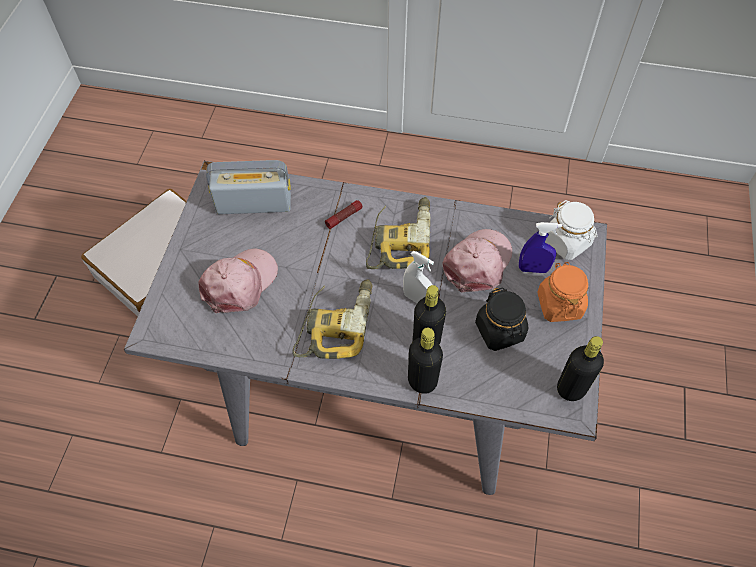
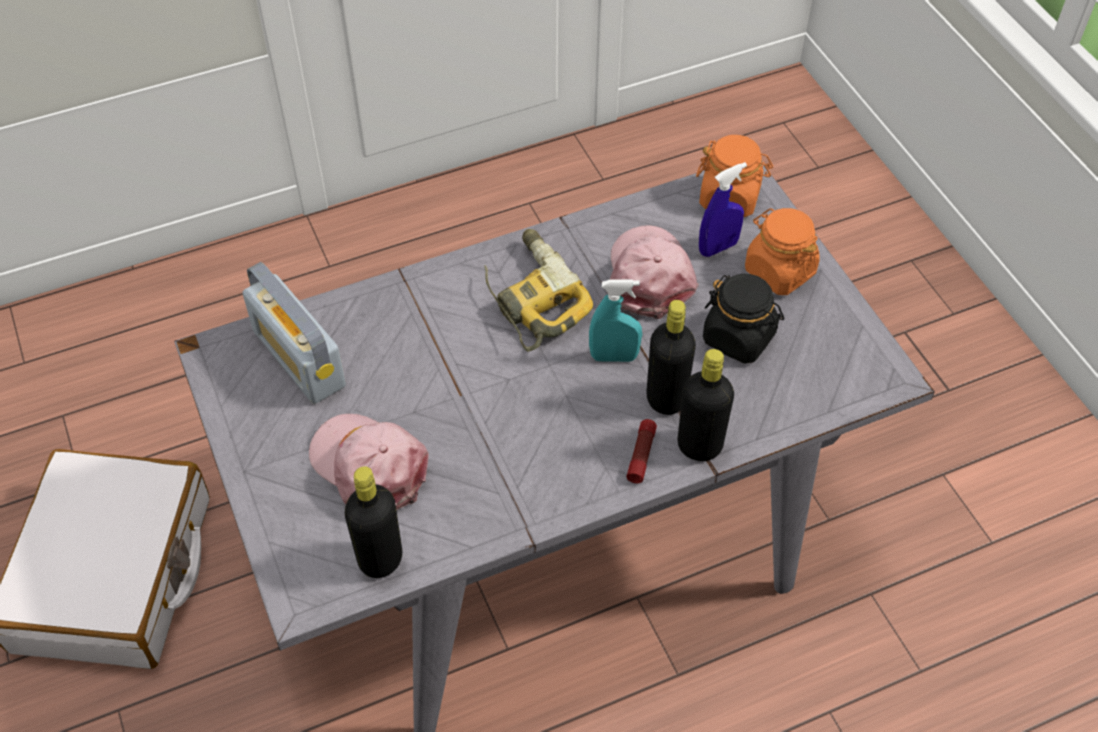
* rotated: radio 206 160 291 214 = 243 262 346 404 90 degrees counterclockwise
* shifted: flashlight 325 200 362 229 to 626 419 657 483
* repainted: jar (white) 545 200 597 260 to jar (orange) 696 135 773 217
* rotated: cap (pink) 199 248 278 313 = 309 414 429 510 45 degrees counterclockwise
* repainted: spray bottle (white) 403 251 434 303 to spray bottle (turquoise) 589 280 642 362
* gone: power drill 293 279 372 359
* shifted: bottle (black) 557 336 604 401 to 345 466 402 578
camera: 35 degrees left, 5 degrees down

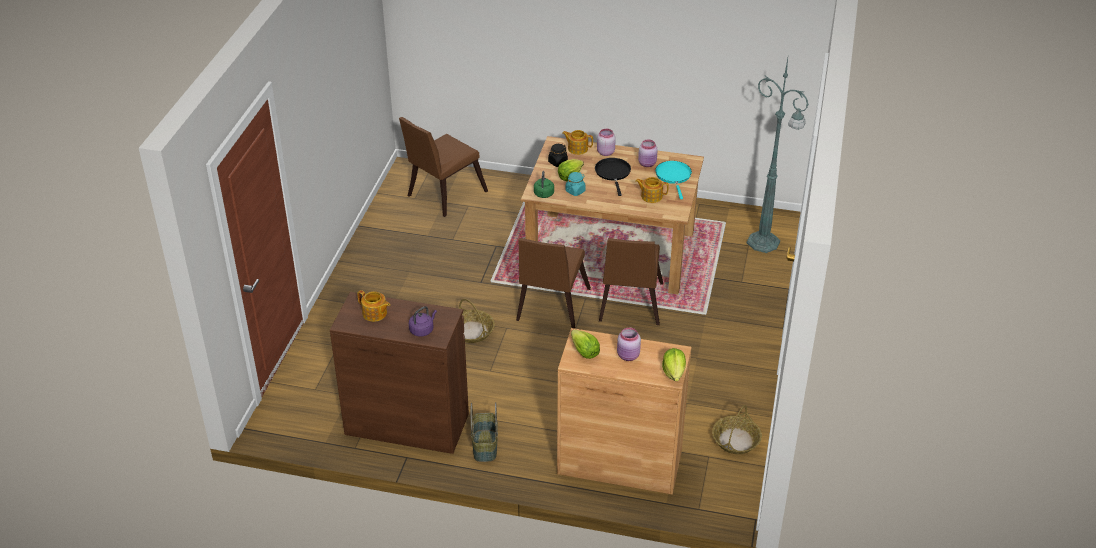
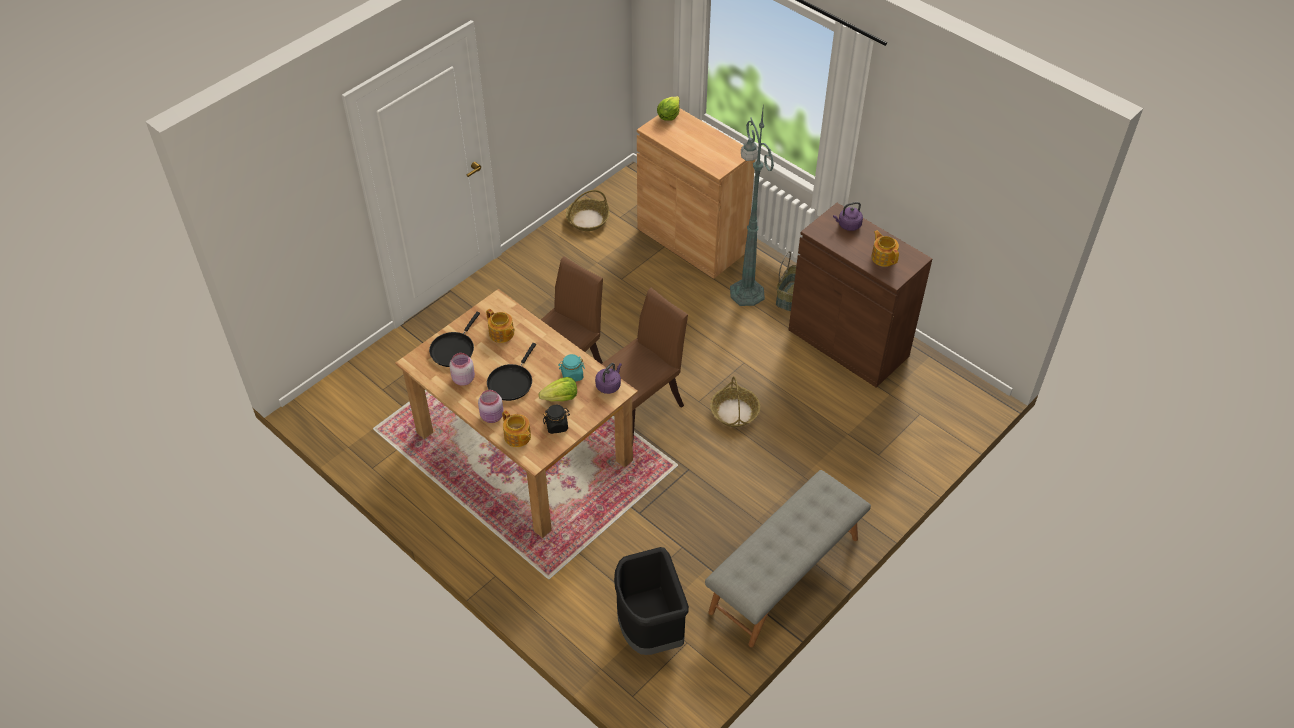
* shifted: floor lamp (green) 747 58 809 253 to 730 103 774 306
* swapped: chair (brown) 399 117 488 217 to trash can (black) 614 547 689 655
* repainted: frying pan (turquoise) 655 161 692 199 to frying pan (black) 429 312 480 367
* repainted: kettle (green) 534 171 554 198 to kettle (purple) 595 363 622 394
* gone: jar (pink) 617 327 641 361
* gone: lettuce 571 330 600 359
* new: bench (grey) 705 470 871 647
camera: 150 degrees left, 10 degrees up

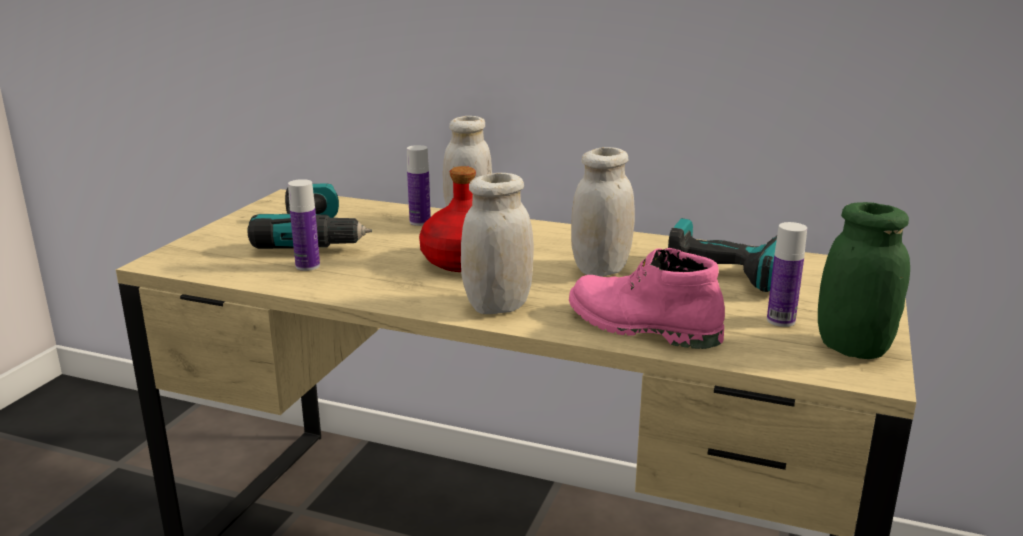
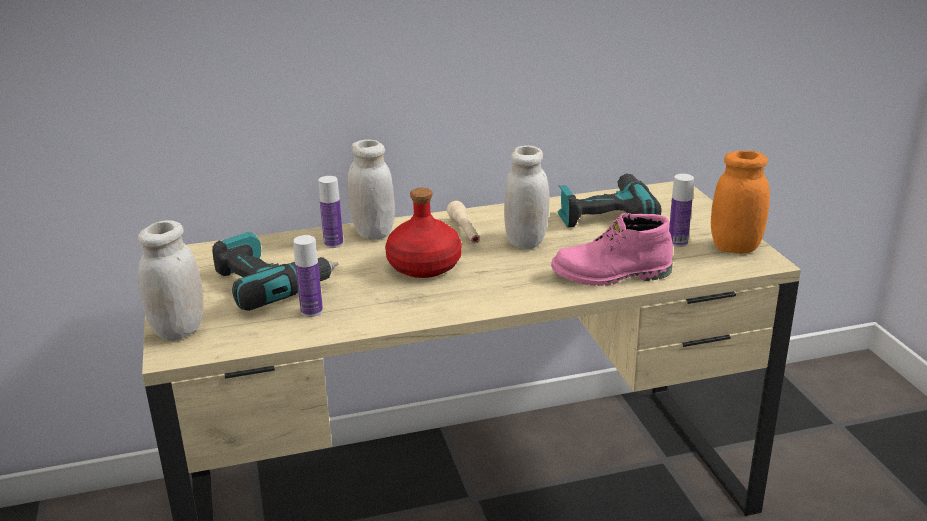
* shifted: jar (white) 461 173 534 314 to 138 220 204 341
* repainted: jar (green) 818 202 910 359 to jar (orange) 711 151 770 254
* new: flashlight (beige) 447 201 480 244
camera: 35 degrees left, 5 degrees up

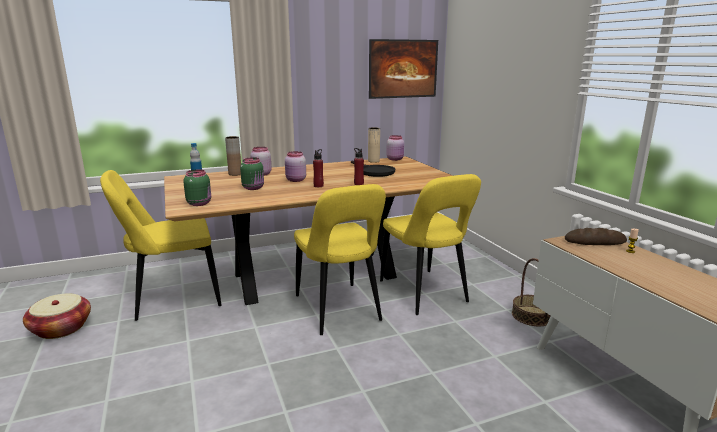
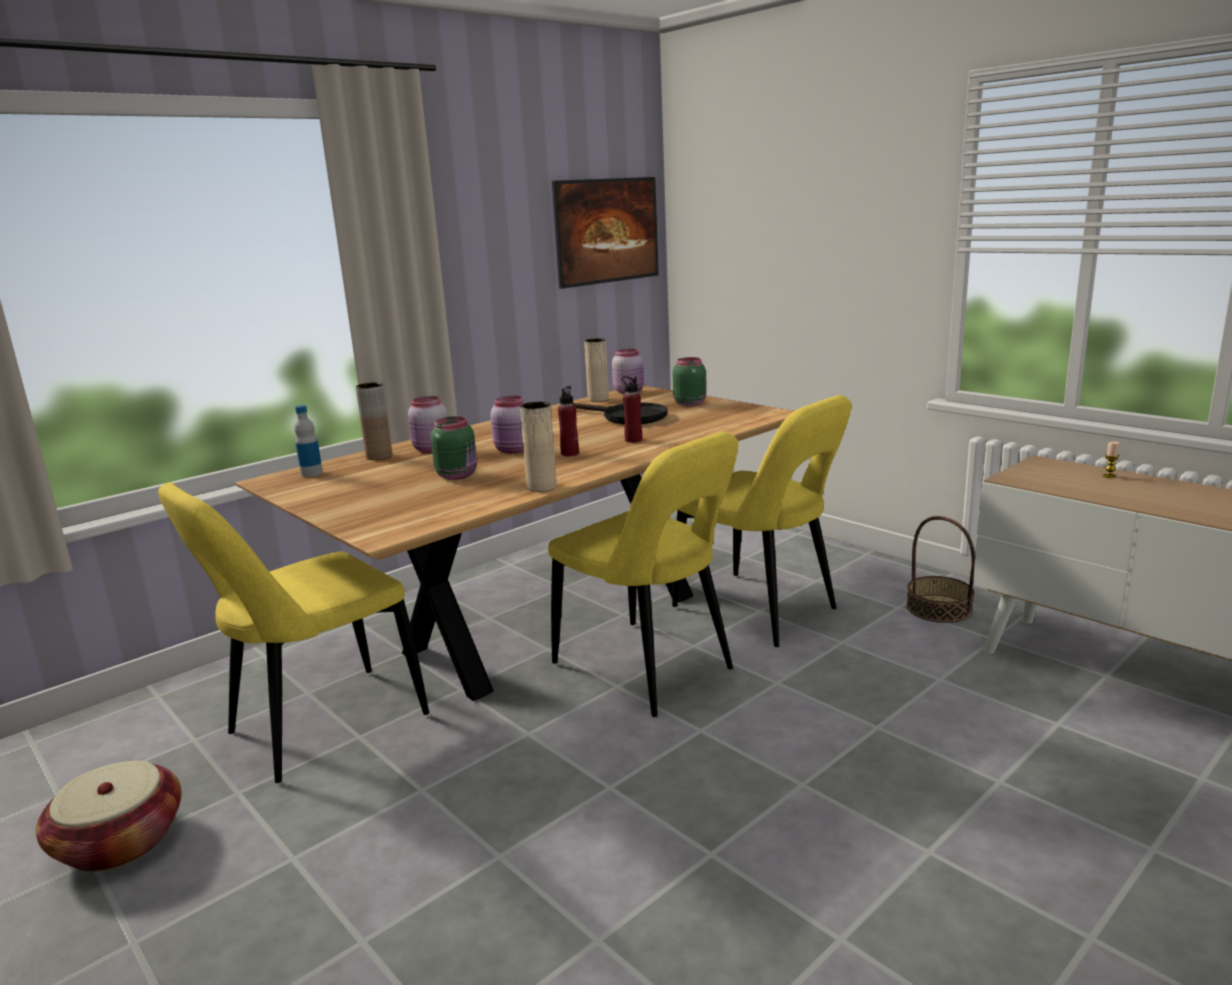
* shifted: jar (green) 183 169 211 206 to 672 357 707 406
* gone: bread 565 228 627 245
* new: vase (beige) 520 402 557 492
camera: 20 degrees left, 0 degrees up

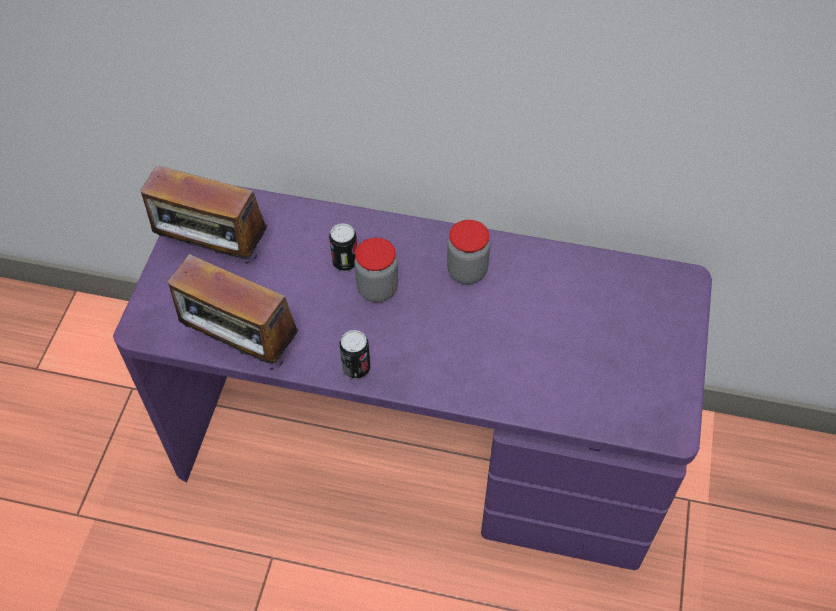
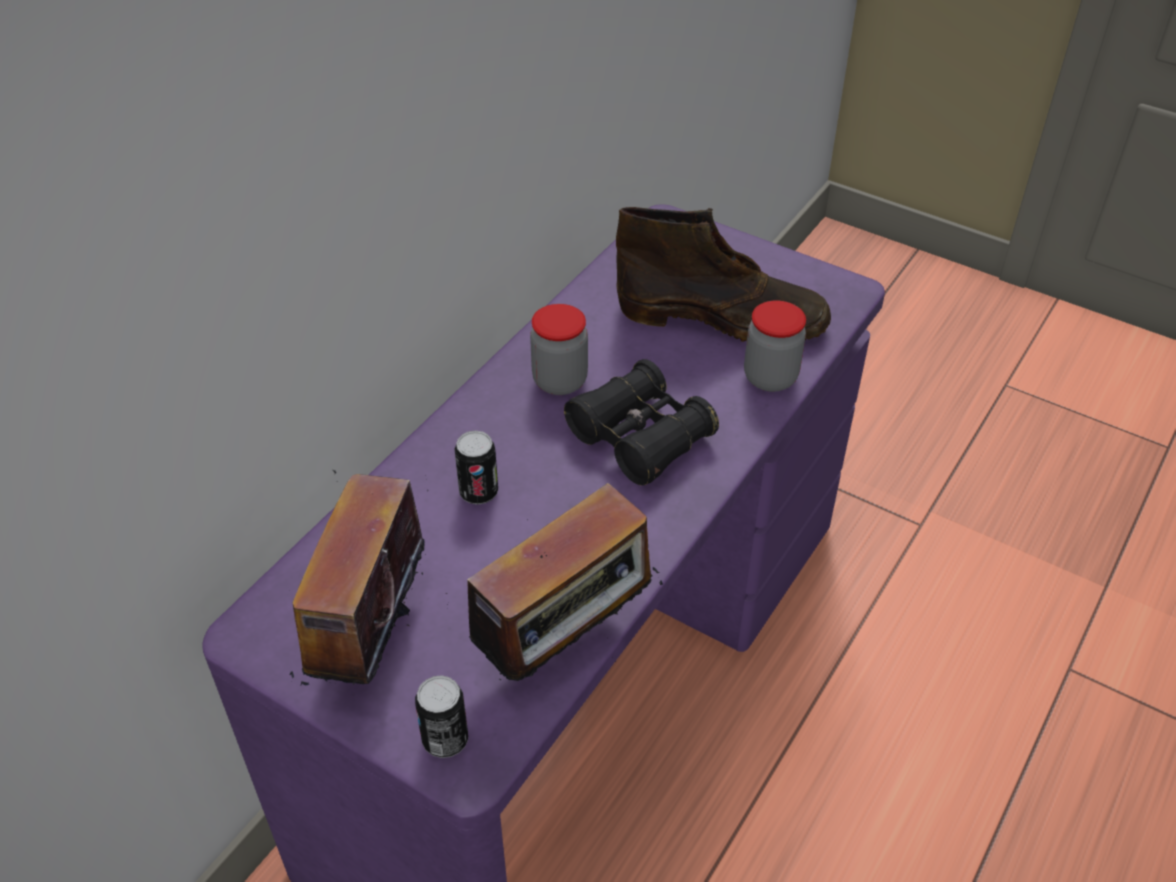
* rotated: radio 141 164 267 264 = 289 470 430 685 150 degrees clockwise
* shifted: jar 354 238 398 302 to 744 301 806 392
* shifted: can 340 330 370 379 to 415 675 468 758
* new: boot (brown) 616 207 831 342
* new: binoculars (black) 564 359 719 485
camera: 70 degrees left, 10 degrees down

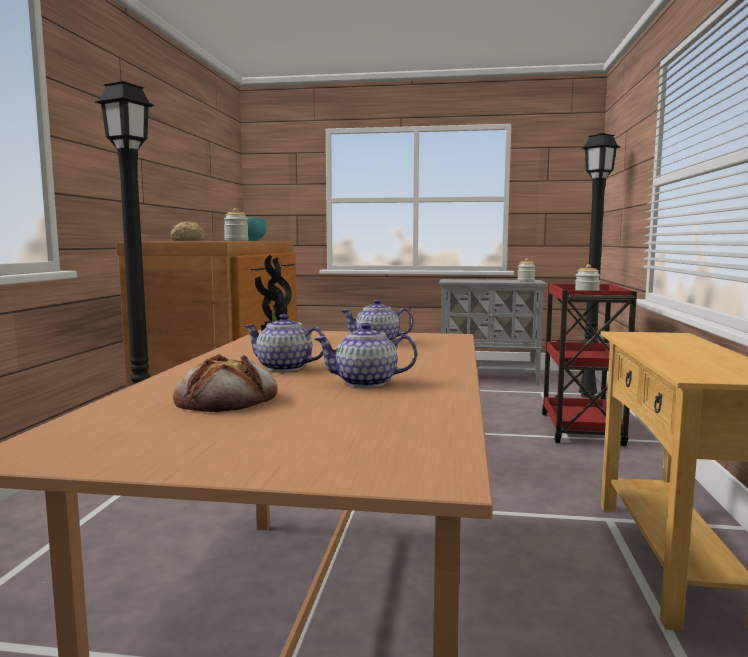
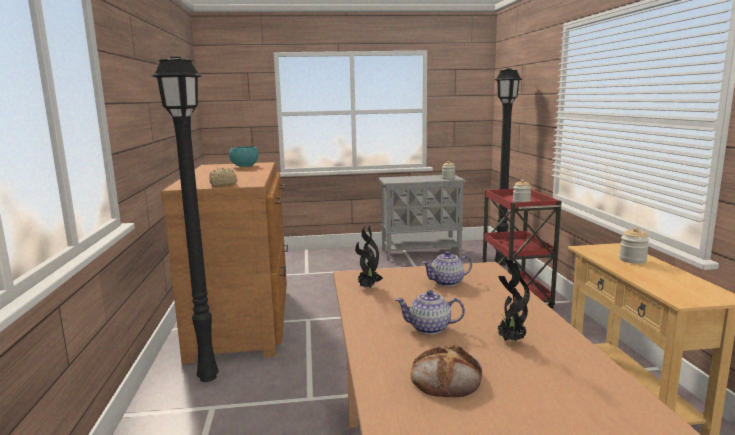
* shifted: jar 224 208 249 241 to 619 227 649 264
* swapped: teapot 314 323 417 388 to potted plant 496 259 530 342
camera: 15 degrees left, 5 degrees up

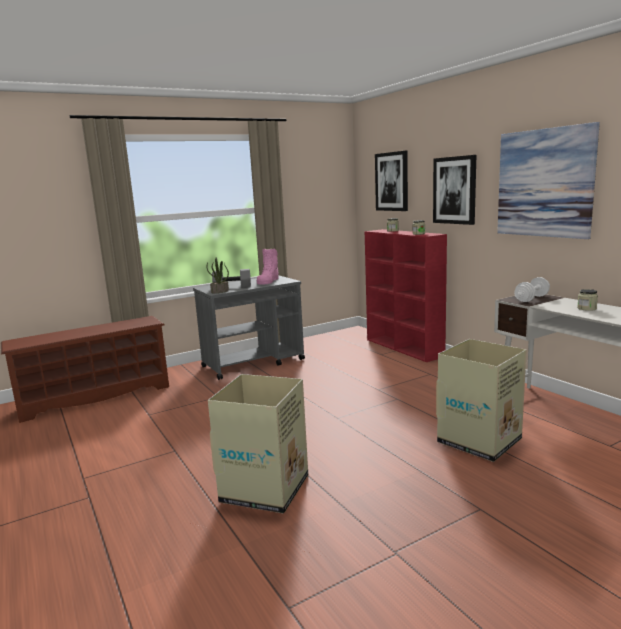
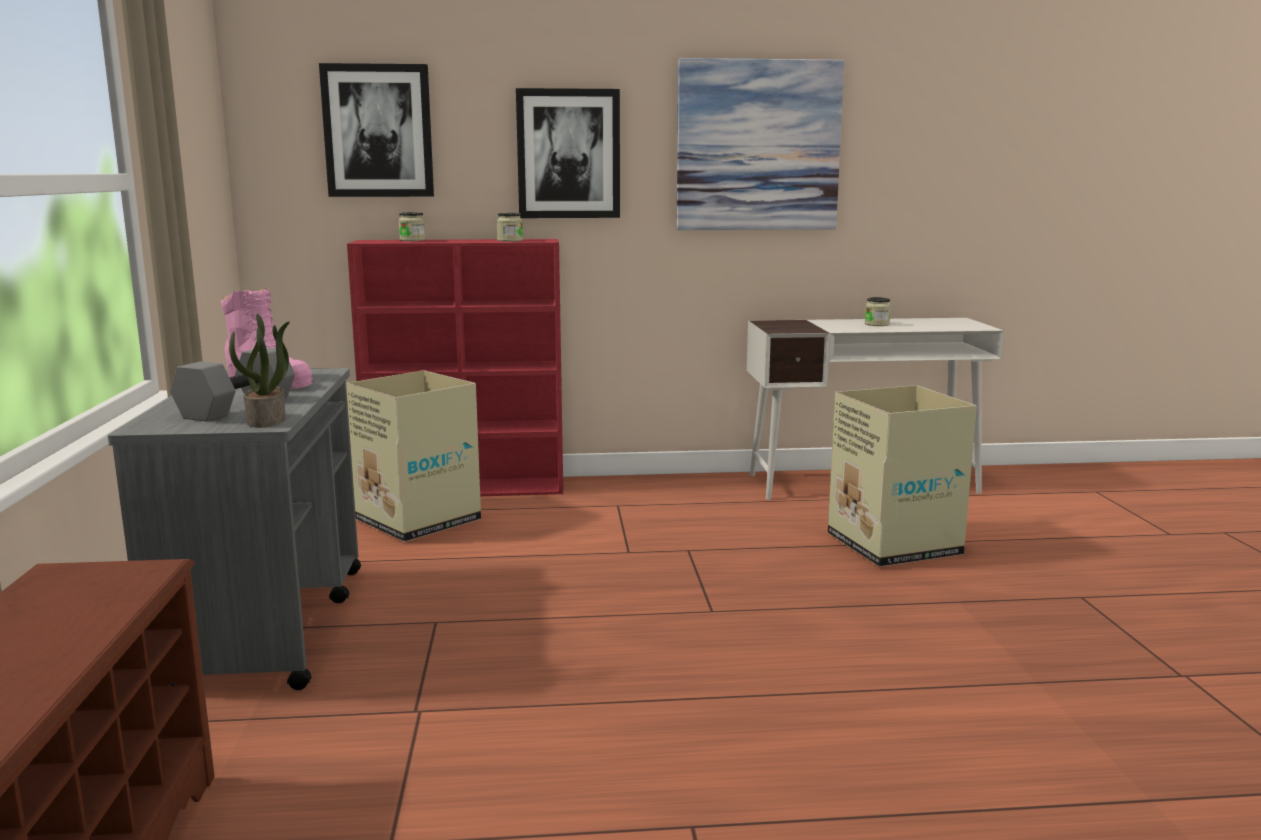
* gone: dumbbell (white) 514 277 550 302
* shifted: cardboard box 208 374 308 514 to 346 370 481 542
camera: 65 degrees left, 0 degrees up

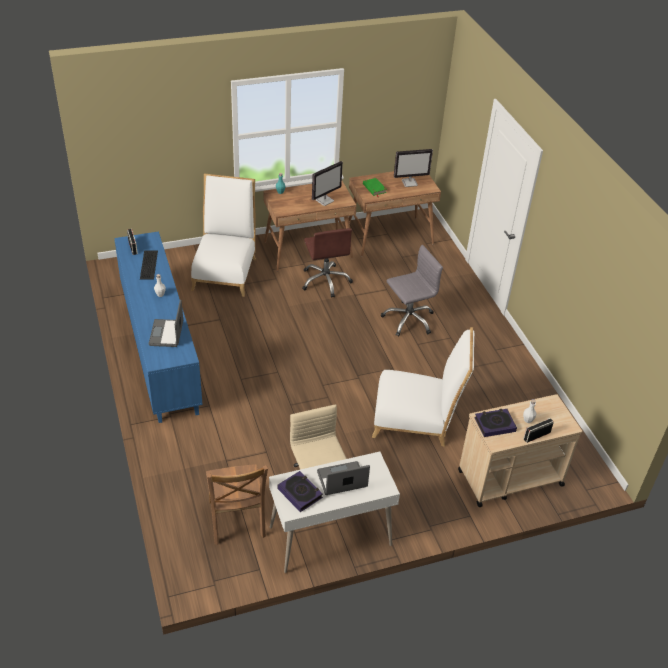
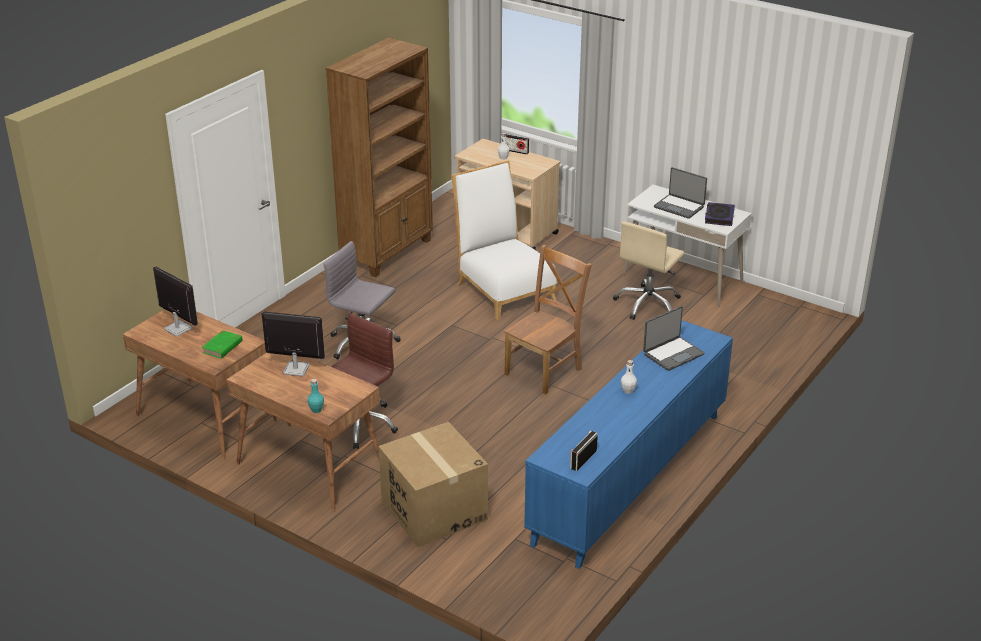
* swapped: chair (white) 191 174 256 297 to cardboard box 378 422 488 547
* gone: keyboard 140 251 158 279
* gone: book 474 409 517 437
* shifted: chair (brown) 206 464 268 545 to 504 245 592 394
* new: bookcase (brown) 326 38 433 277
camera: 125 degrees left, 10 degrees down

